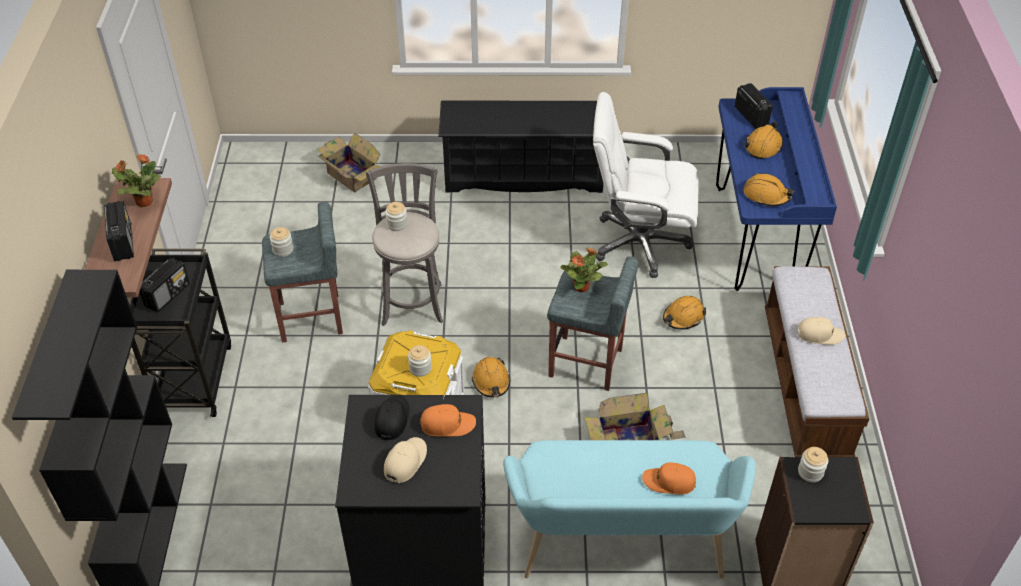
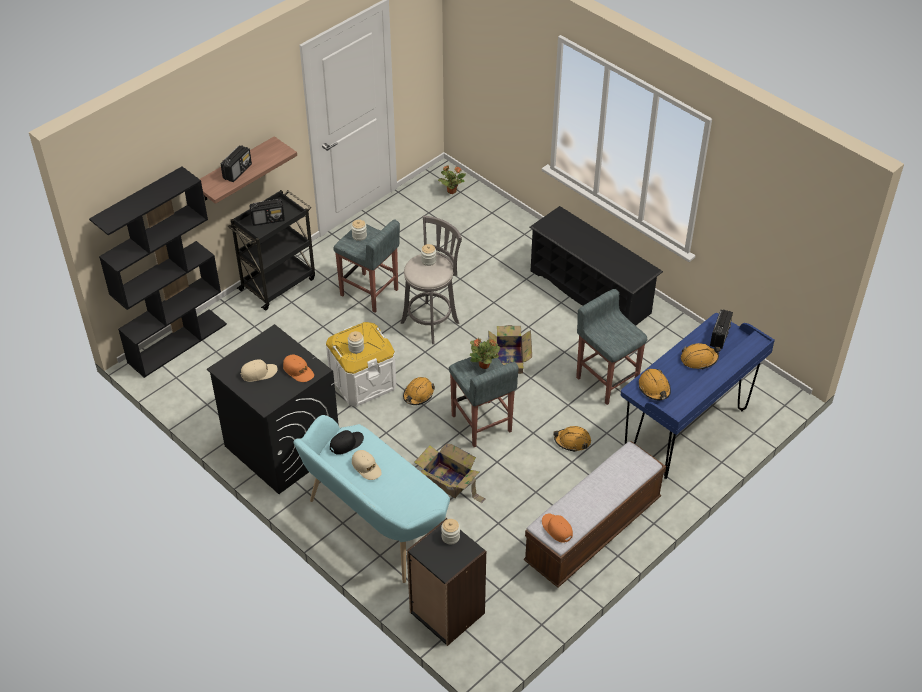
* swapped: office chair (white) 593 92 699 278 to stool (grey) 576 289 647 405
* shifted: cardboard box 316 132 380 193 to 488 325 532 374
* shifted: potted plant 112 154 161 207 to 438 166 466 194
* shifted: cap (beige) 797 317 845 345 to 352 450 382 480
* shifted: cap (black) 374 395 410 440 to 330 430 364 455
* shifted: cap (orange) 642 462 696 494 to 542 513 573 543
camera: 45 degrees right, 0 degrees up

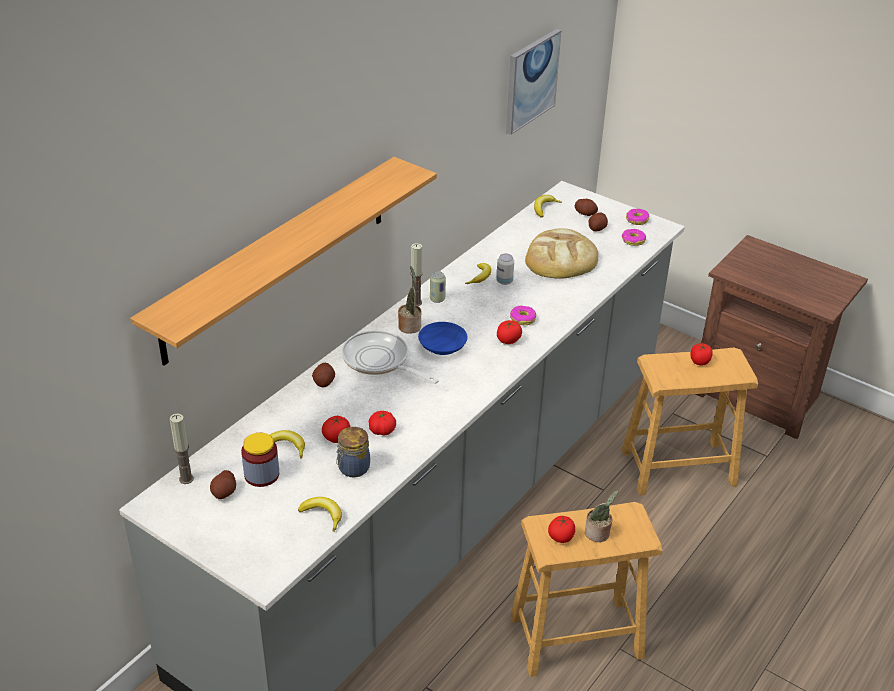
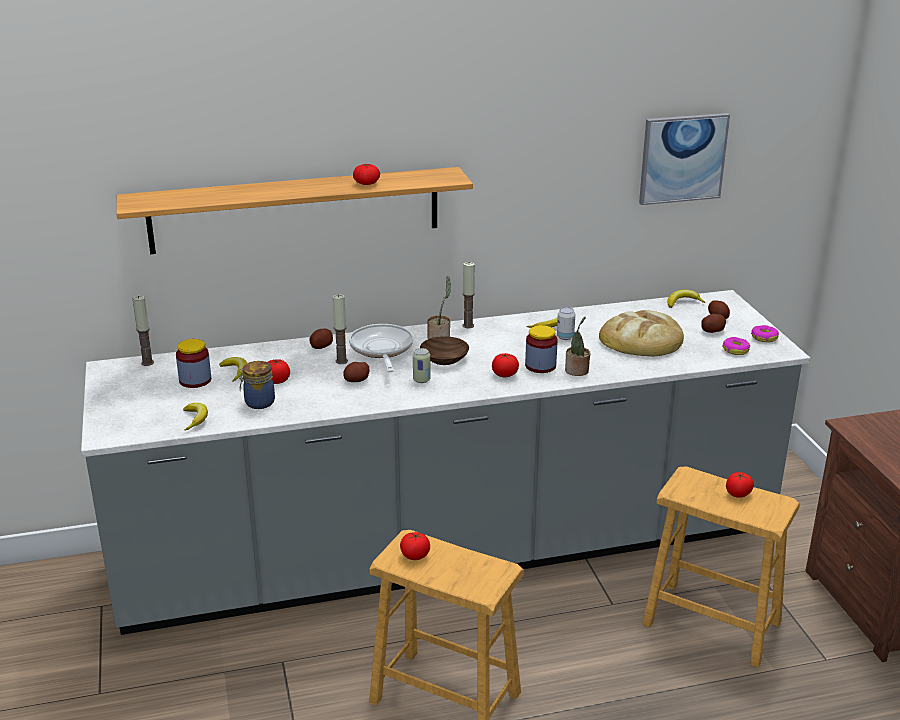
* shifted: can 430 271 446 303 to 413 348 430 383
* swapped: donut 510 306 536 325 to jar 525 325 558 373
* repainted: bowl (blue) 418 322 468 355 to bowl (brown) 420 336 469 365
* shifted: tomato 368 411 396 436 to 353 164 380 185
* shifted: potato 210 470 236 499 to 343 362 370 382
* shifted: potted plant 585 490 618 542 to 565 316 590 376
* new: candle 333 294 348 364
camera: 40 degrees right, 10 degrees down

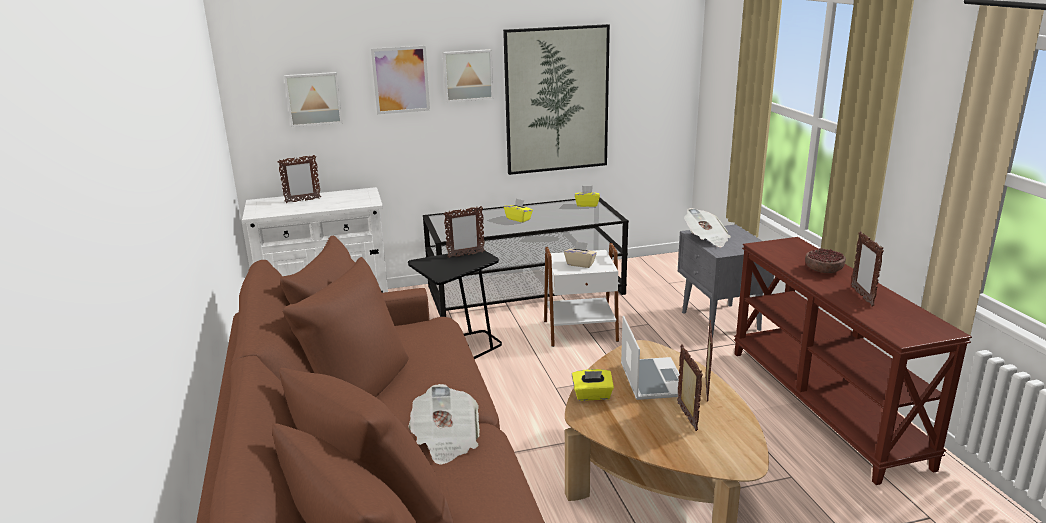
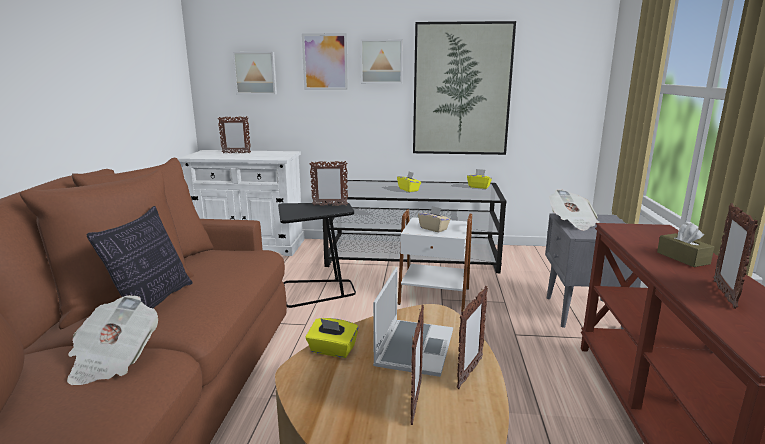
* swapped: bowl 805 248 846 273 to tissue box (brown) 657 223 714 267
* new: pillow 87 206 193 308
camera: 20 degrees right, 5 degrees down

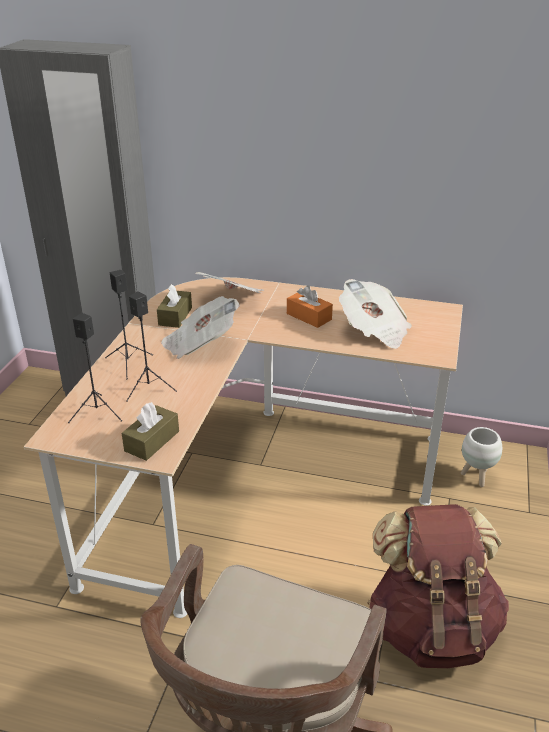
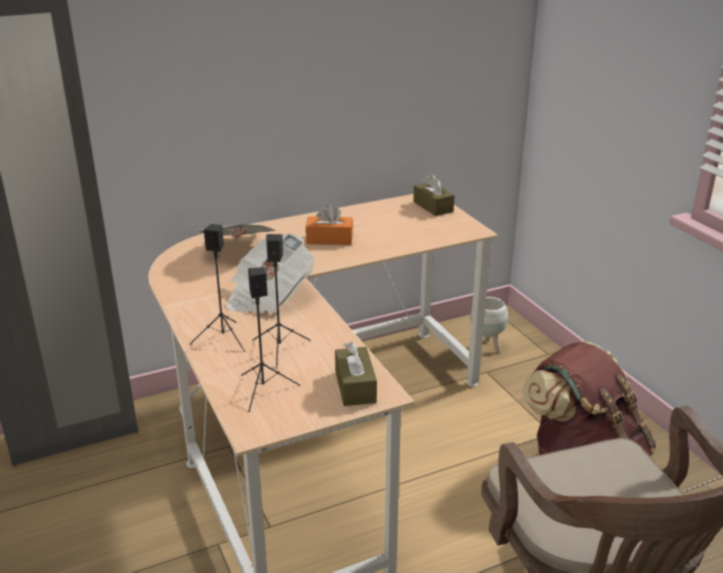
* gone: newspaper 339 279 412 349
* shifted: tissue box (brown) 157 284 192 328 to 413 174 455 216
camera: 40 degrees left, 5 degrees down

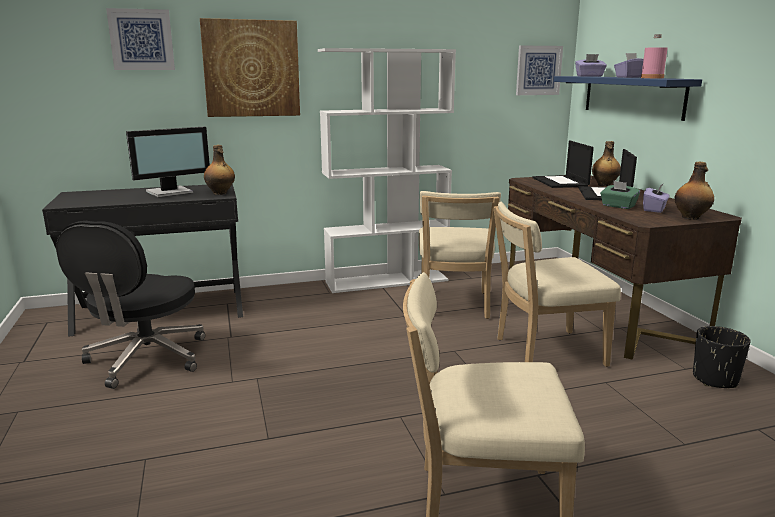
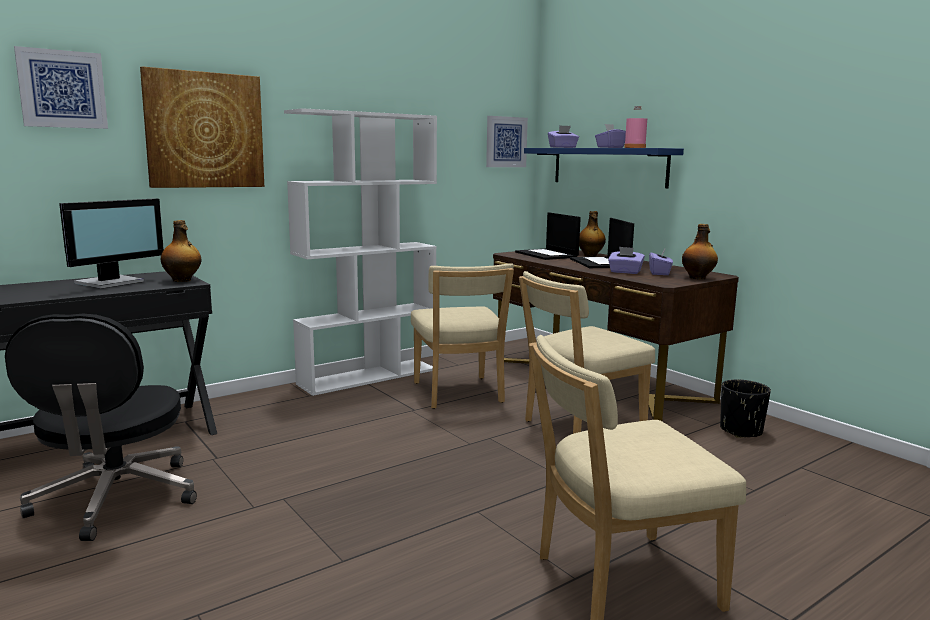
* repainted: tissue box (green) 600 181 640 209 to tissue box (purple) 608 247 645 274
camera: 20 degrees left, 5 degrees down

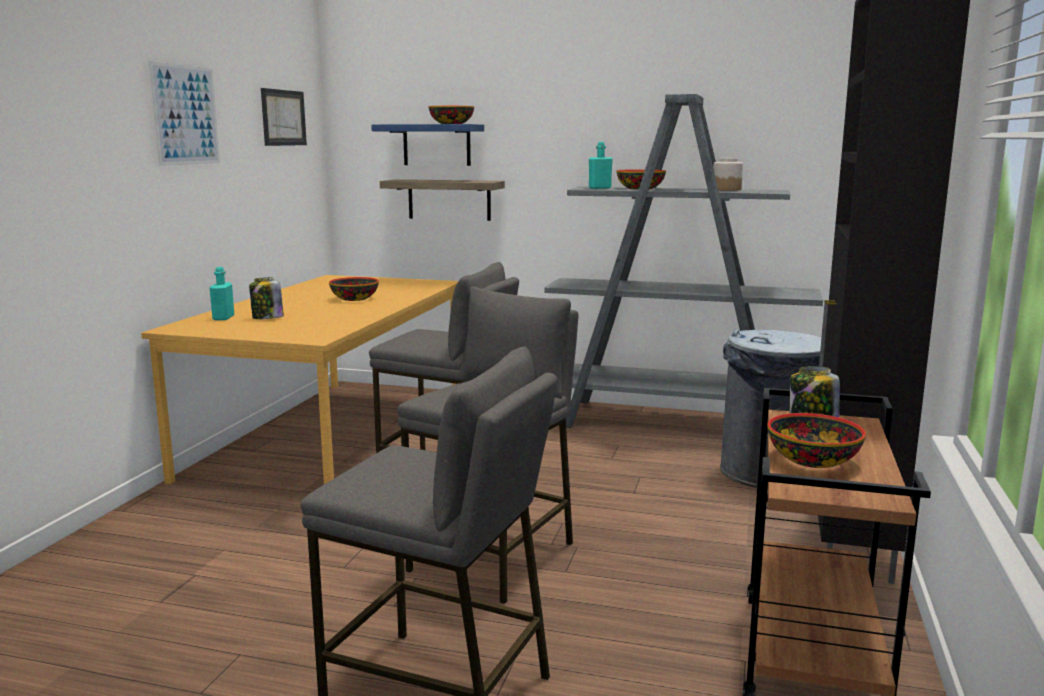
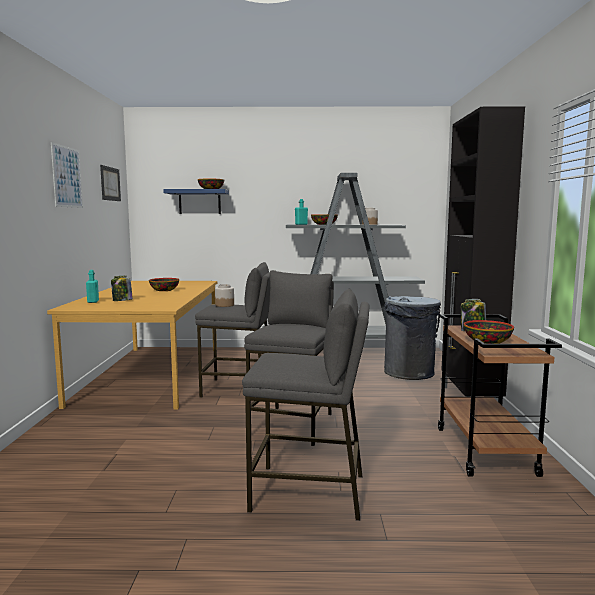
* gone: shelf 380 179 505 221
* new: jar 215 284 234 307
camera: 15 degrees left, 5 degrees down

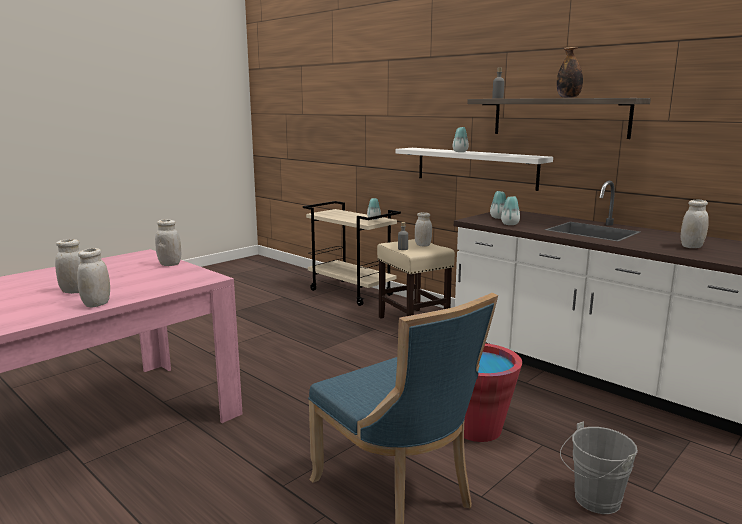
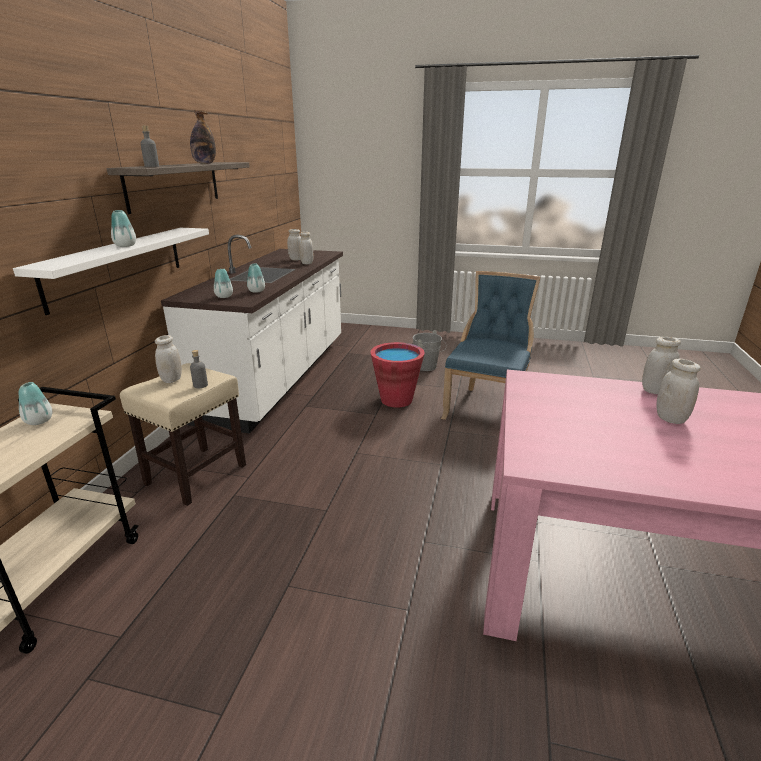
* shifted: jar (white) 155 220 181 266 to 299 232 313 264
camera: 120 degrees left, 10 degrees up

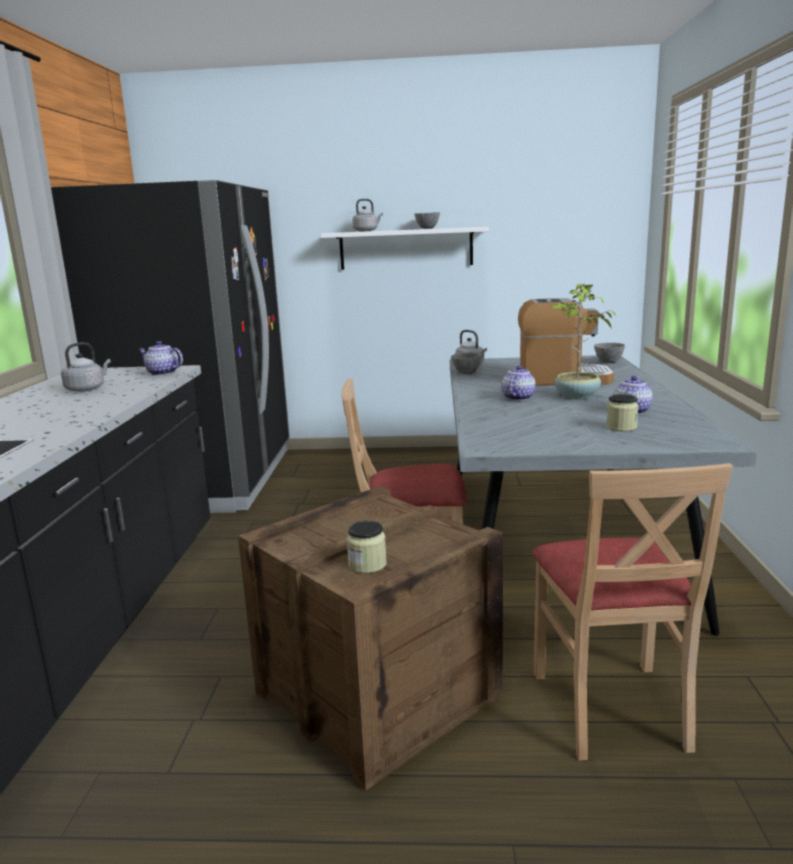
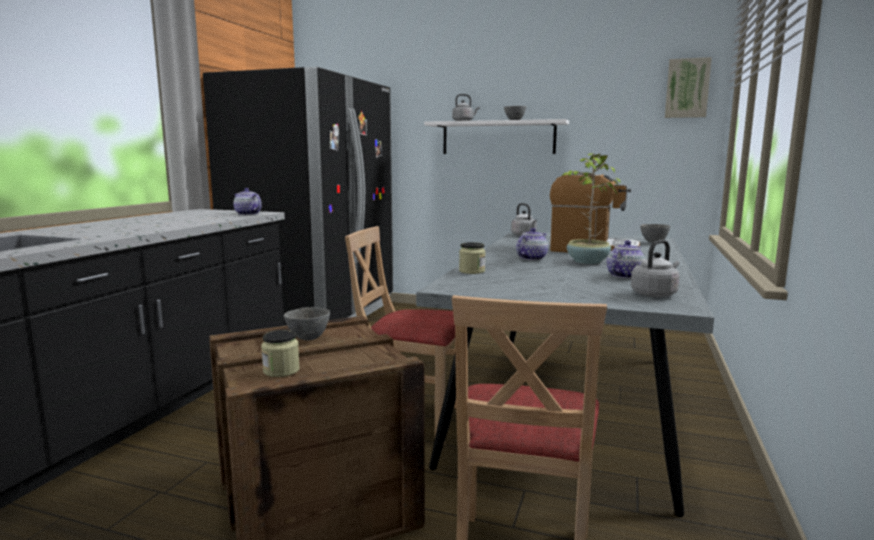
* shifted: kettle (grey) 61 342 111 392 to 631 240 680 297
* shifted: bowl (grey) 451 353 482 374 to 284 307 330 340
* shifted: jar 606 394 639 432 to 459 242 485 274
* new: picture 665 57 712 118
camera: 15 degrees right, 5 degrees down

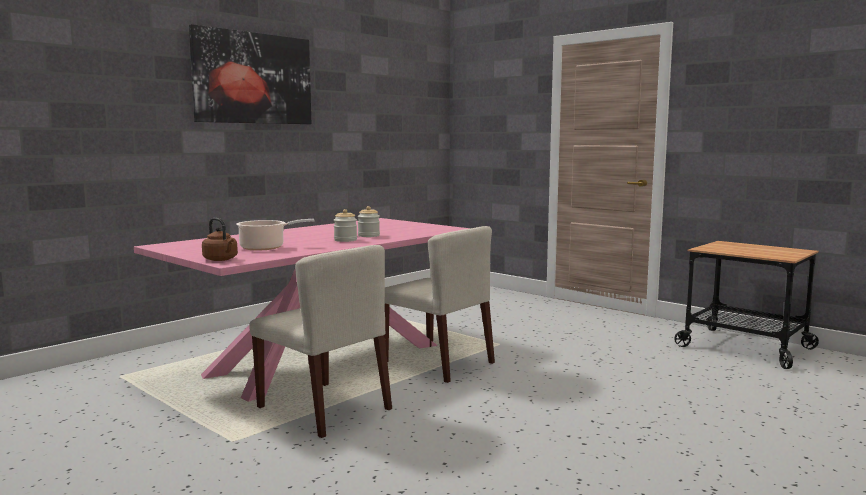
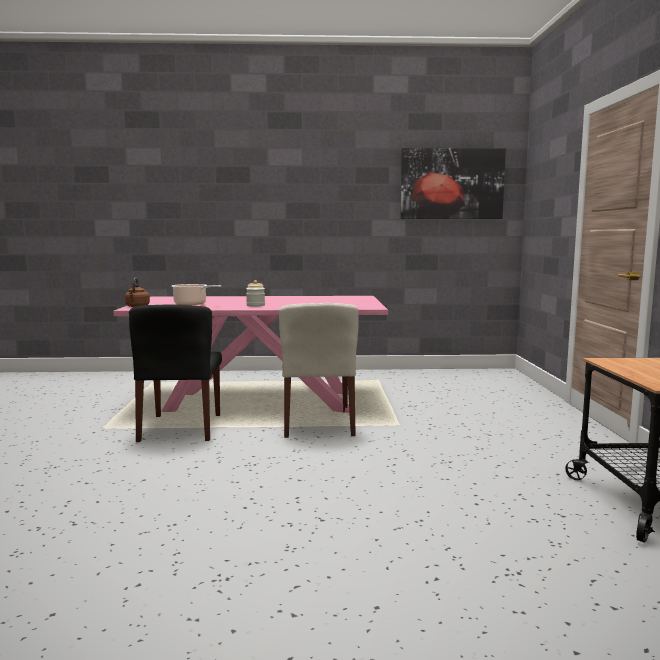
* shifted: picture 189 24 311 124 to 400 148 506 219
* gone: jar 358 206 380 237
* repainted: chair (beige) 249 245 392 438 to chair (black) 129 304 222 442
camera: 45 degrees right, 0 degrees up

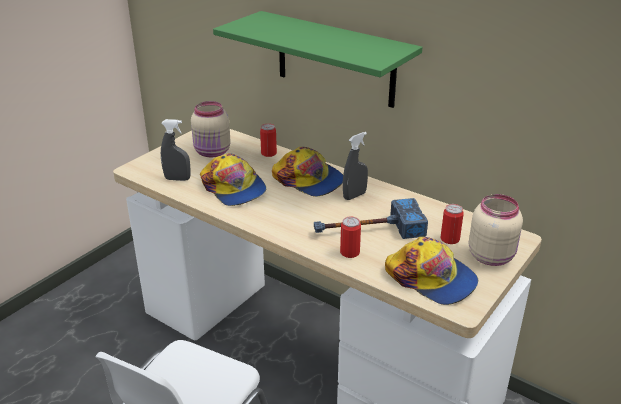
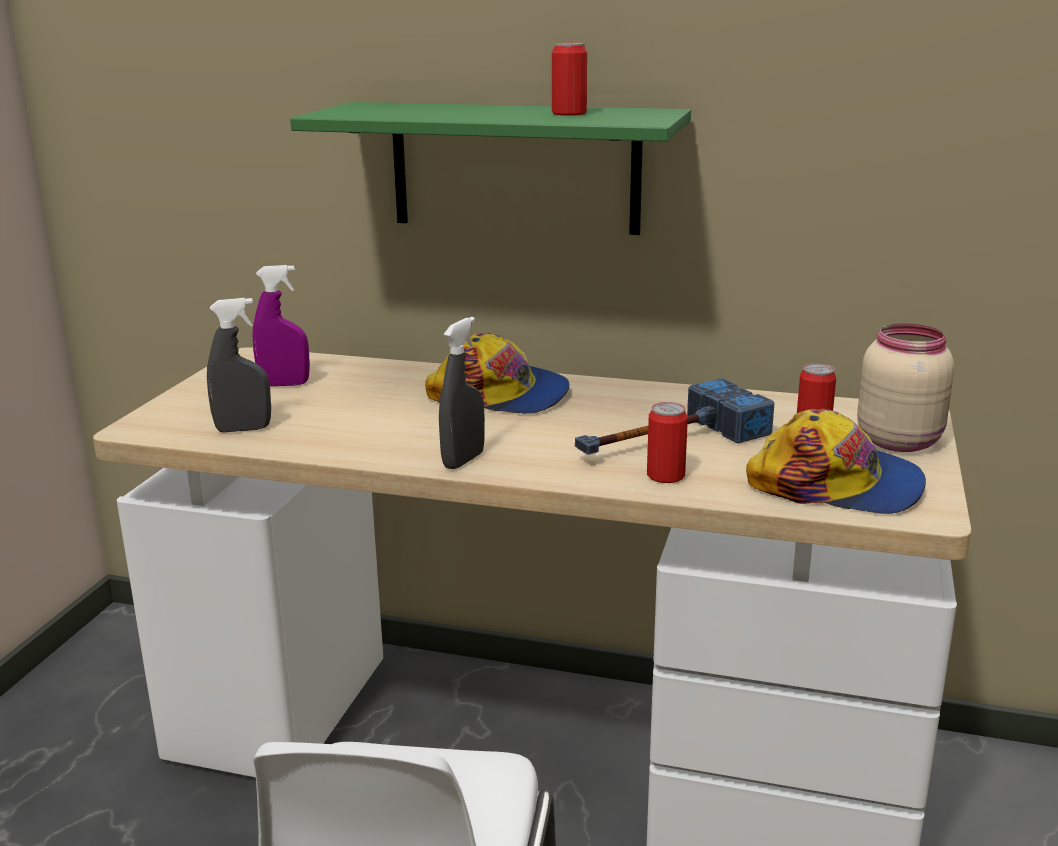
* swapped: jar (beige) 191 101 231 158 to spray bottle (purple) 253 265 310 386
* shifted: can 260 124 277 157 to 552 43 587 116
* shifted: spray bottle (grey) 343 132 368 200 to 439 317 485 469
* gone: cap 200 153 266 206
camera: 20 degrees left, 10 degrees down

